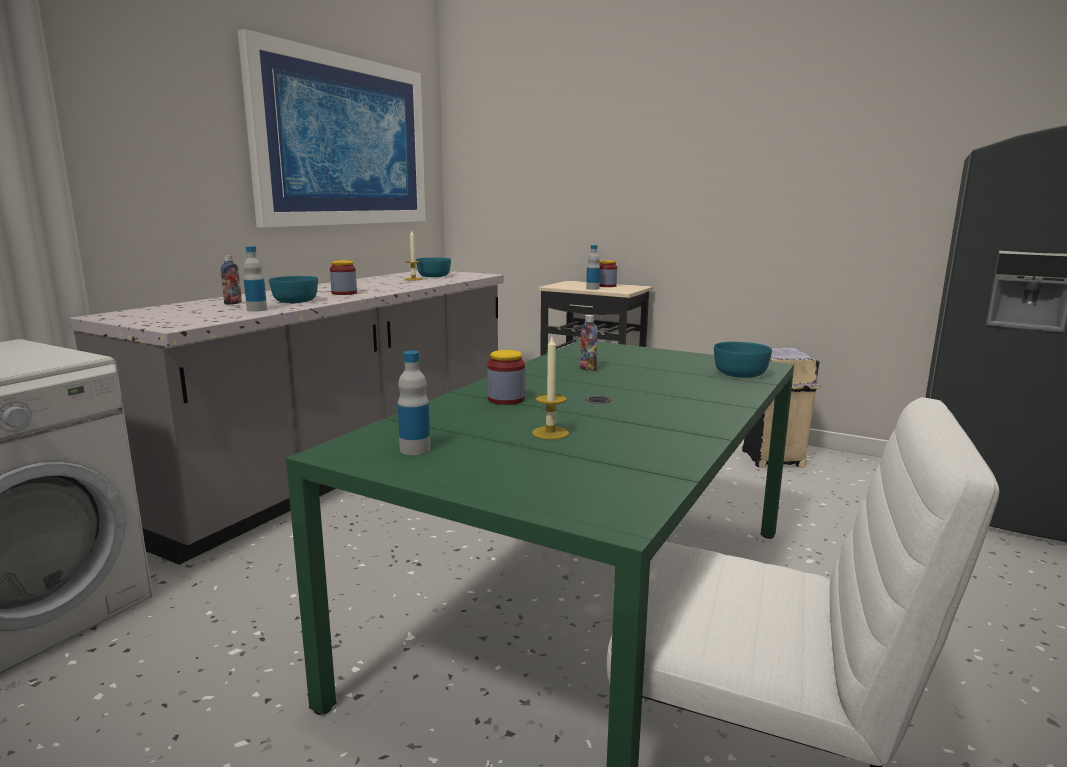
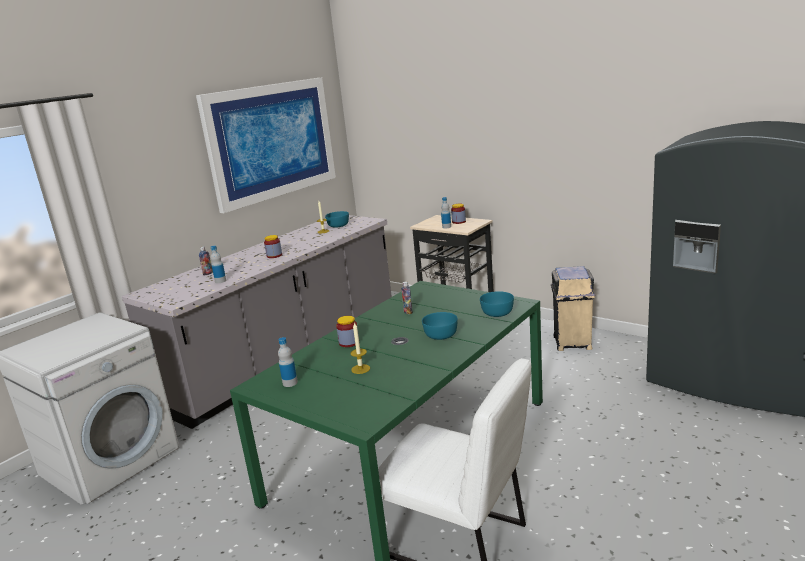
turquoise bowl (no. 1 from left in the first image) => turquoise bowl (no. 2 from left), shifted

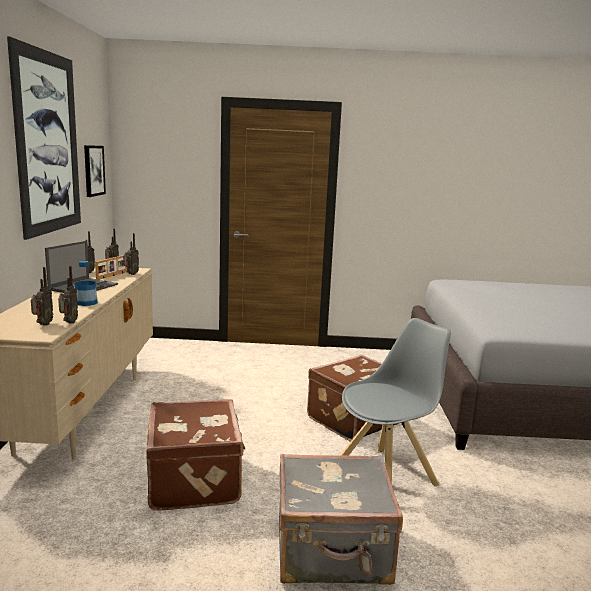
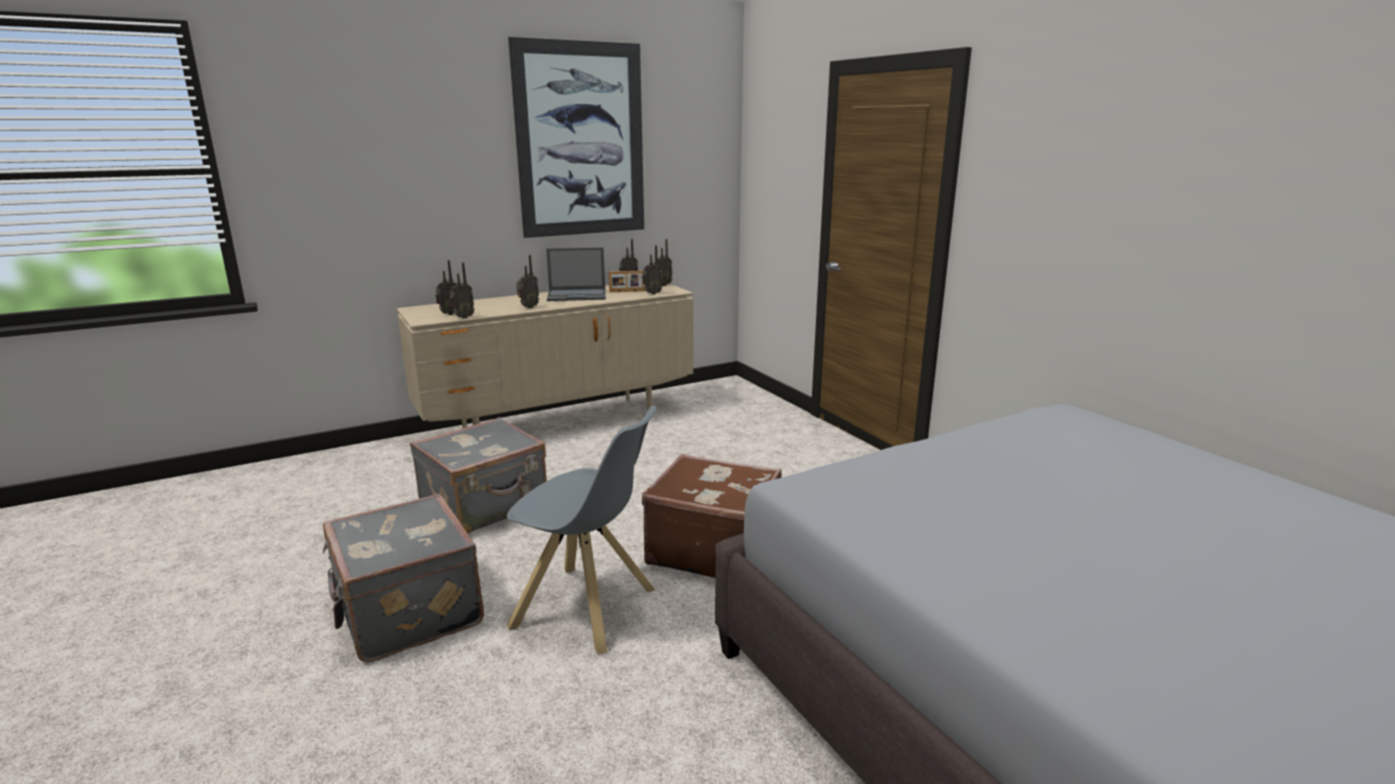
brown suitcase (no. 1 from left) => grey suitcase (no. 2 from left)
bottle => radio (no. 3 from left)
picture (no. 2 from left) => nothing

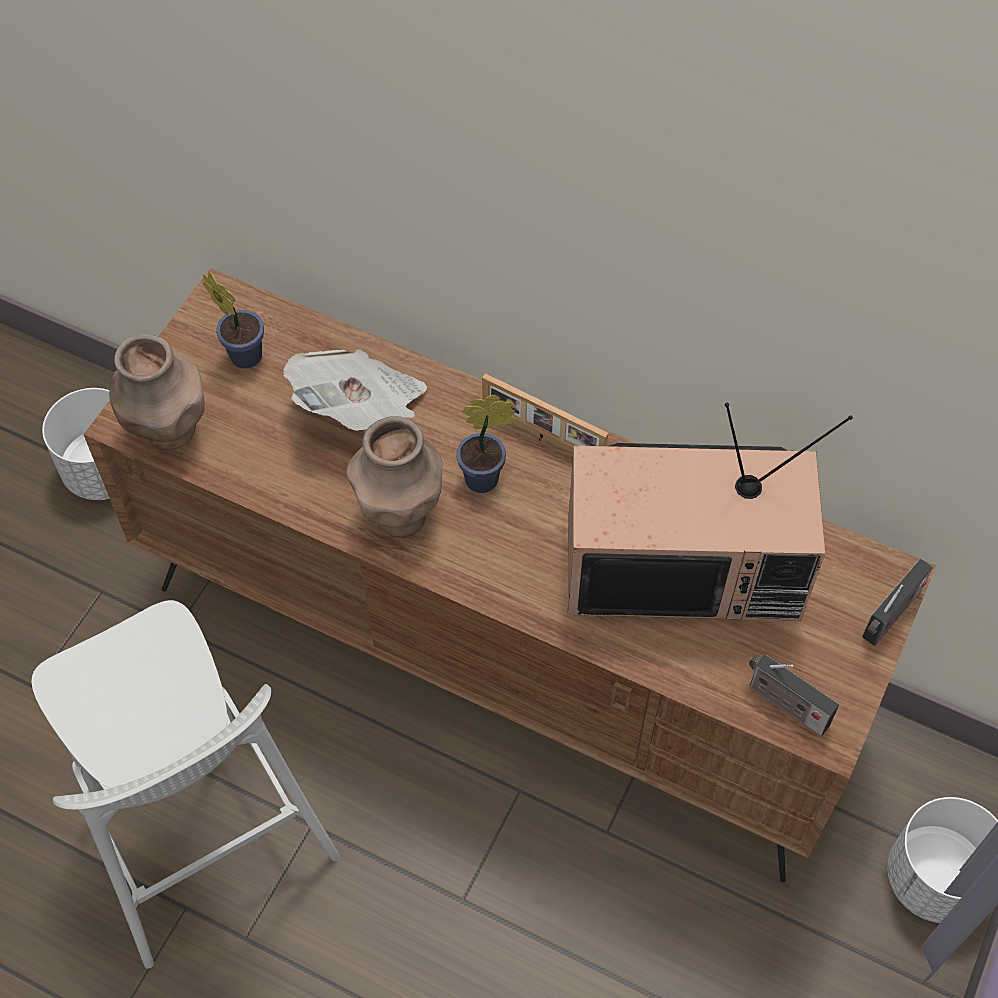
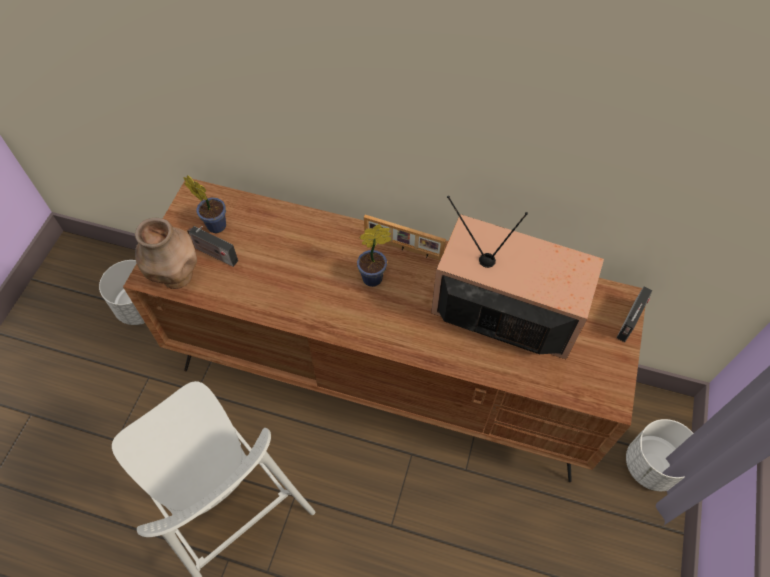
radio (no. 1 from left), shifted
television, 150 degrees counterclockwise
newspaper => nothing
brown vase (no. 2 from left) => nothing

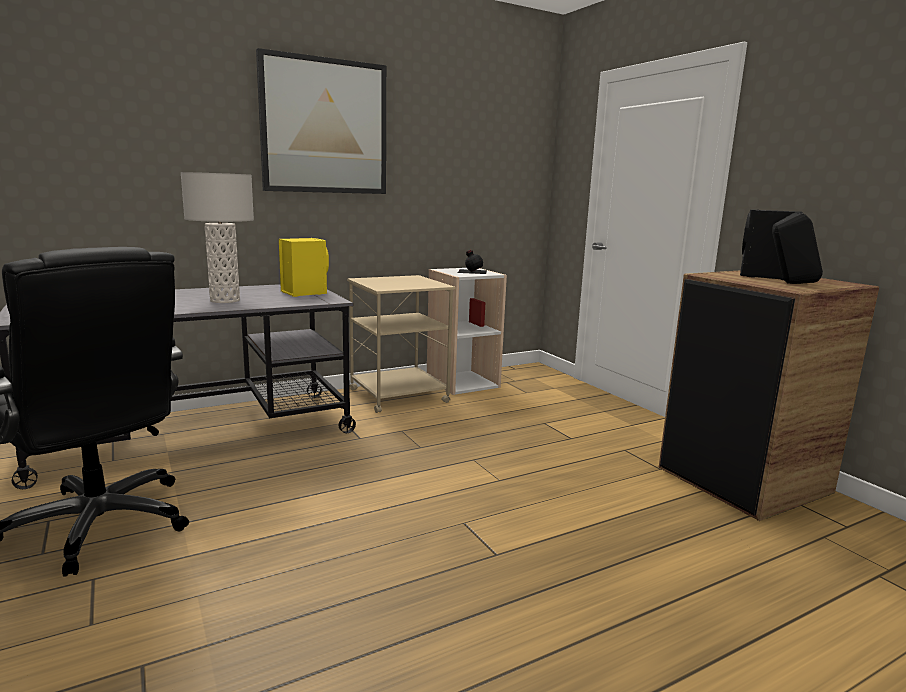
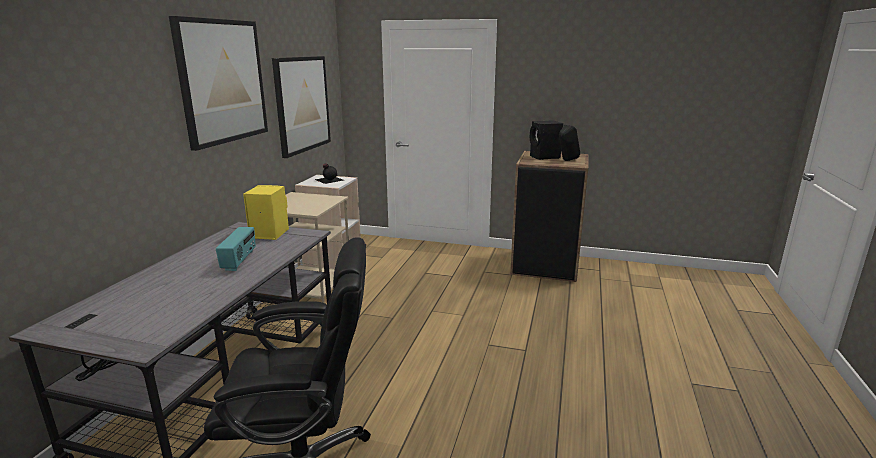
white table lamp => radio
nothing => picture (no. 2 from left)

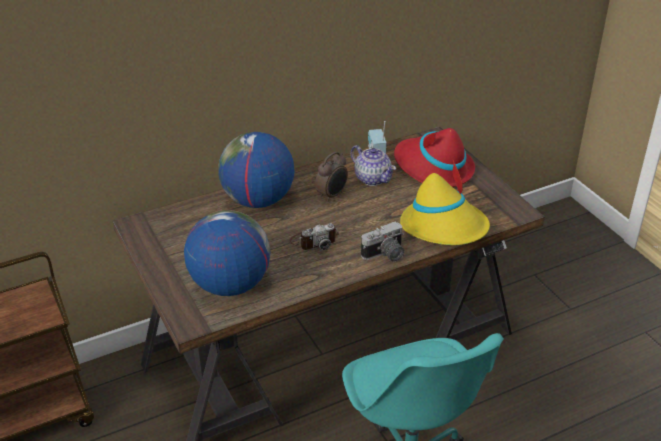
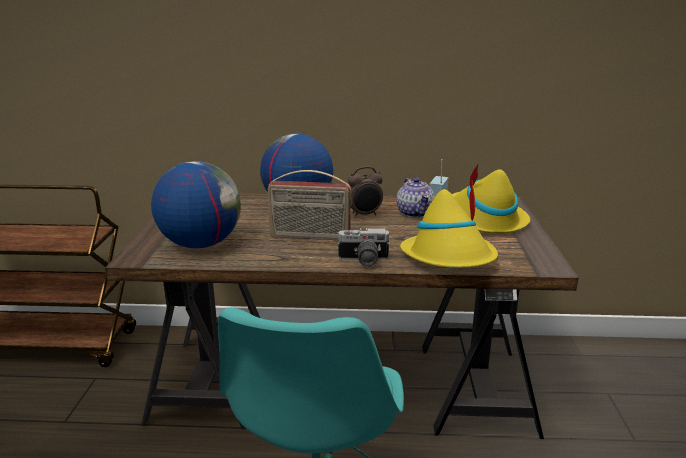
photo camera (no. 1 from left) => radio (no. 1 from left)
red hat => yellow hat (no. 2 from left)

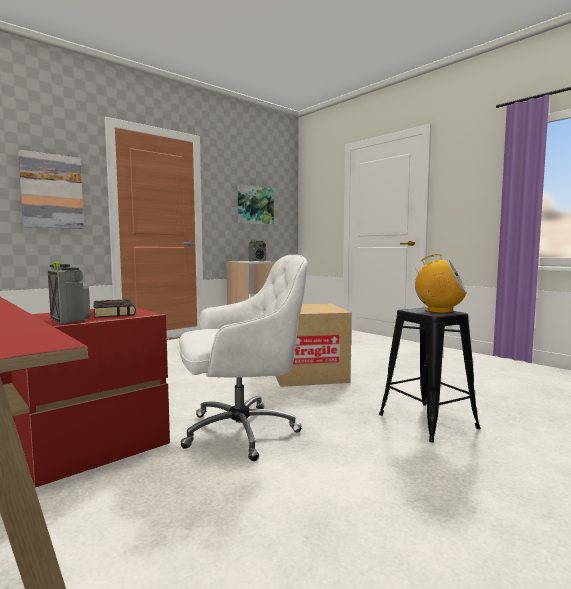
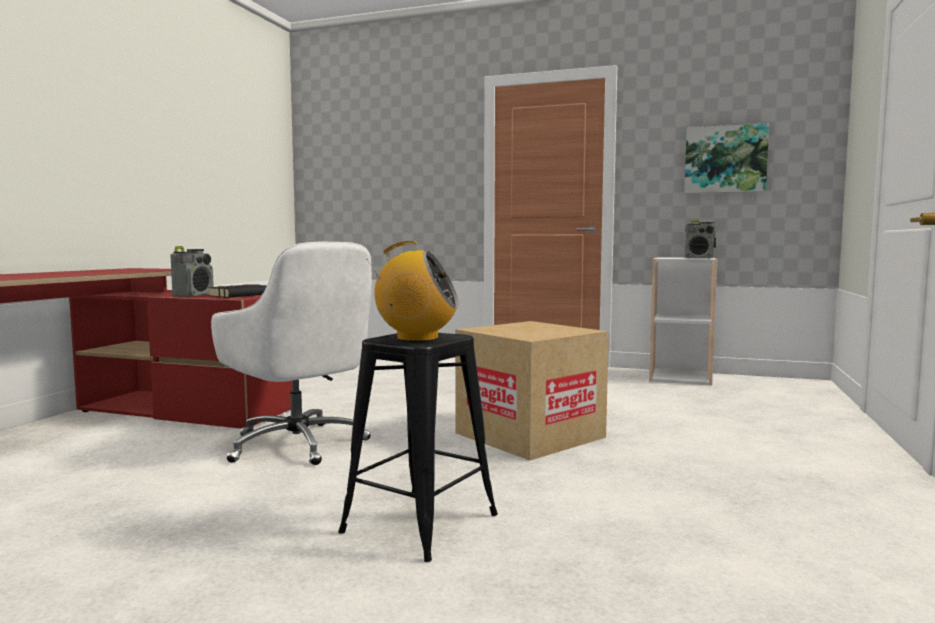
radio (no. 3 from left in the first image) => radio (no. 2 from left), 75 degrees counterclockwise
picture (no. 1 from left) => nothing

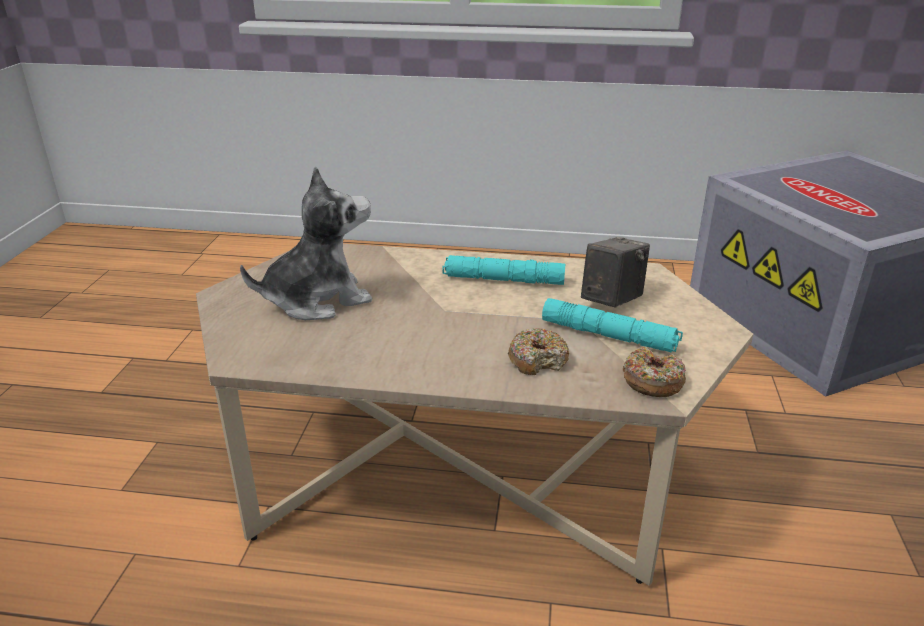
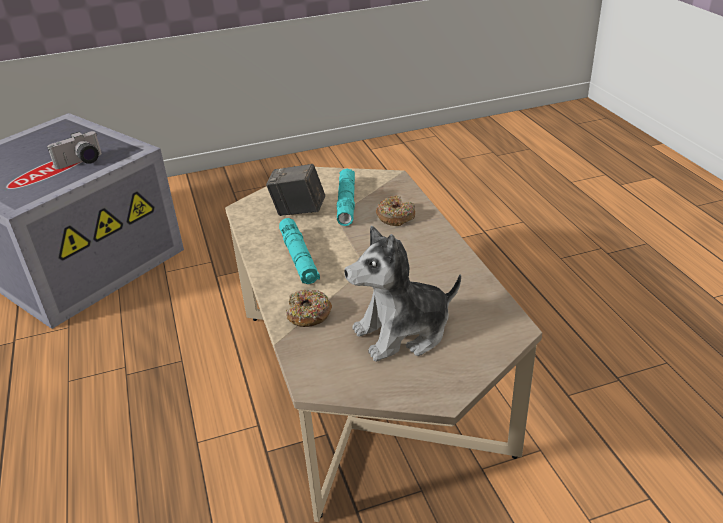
nothing => photo camera (no. 1 from left)
donut (no. 2 from left in the first image) => donut (no. 1 from left), shifted
plush toy, 60 degrees counterclockwise

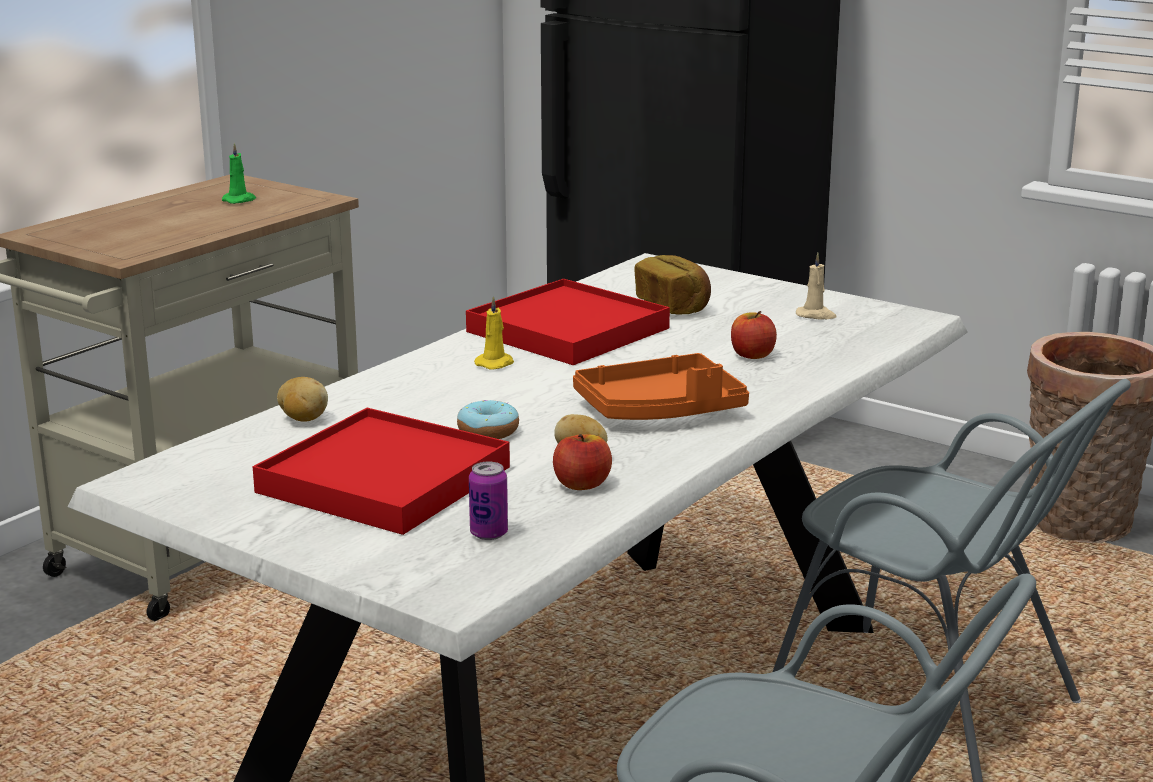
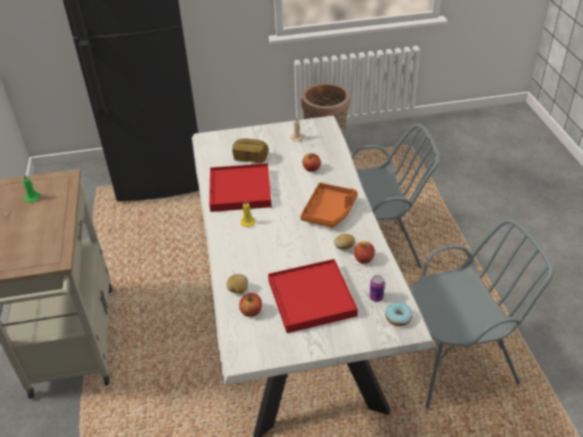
nothing => apple (no. 1 from left)
donut, shifted

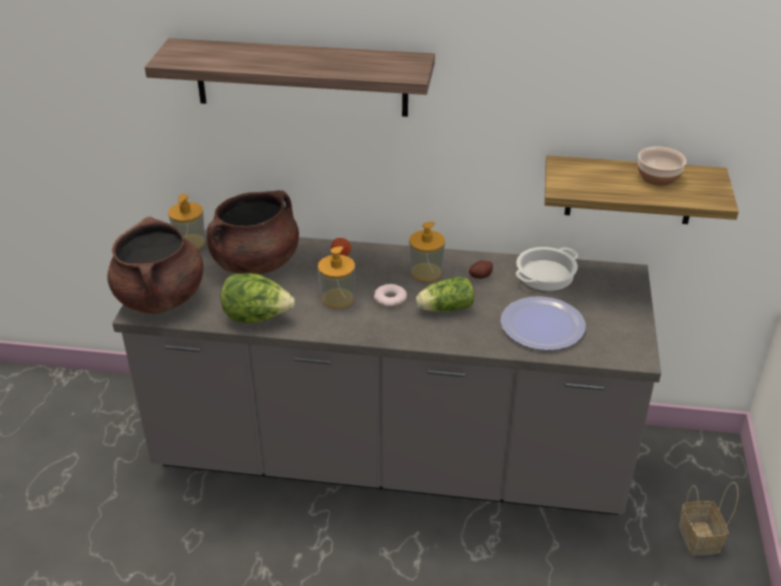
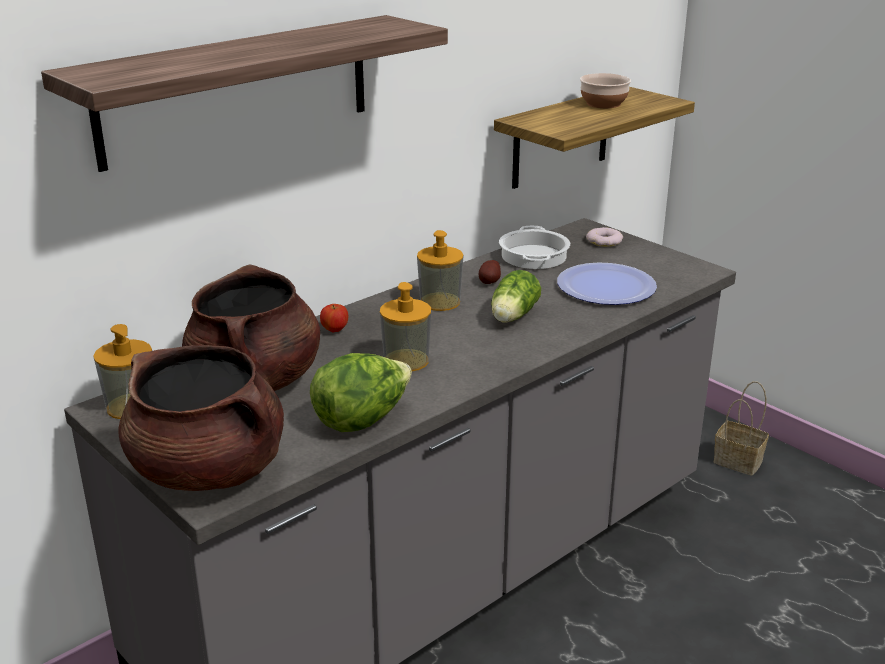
donut, shifted

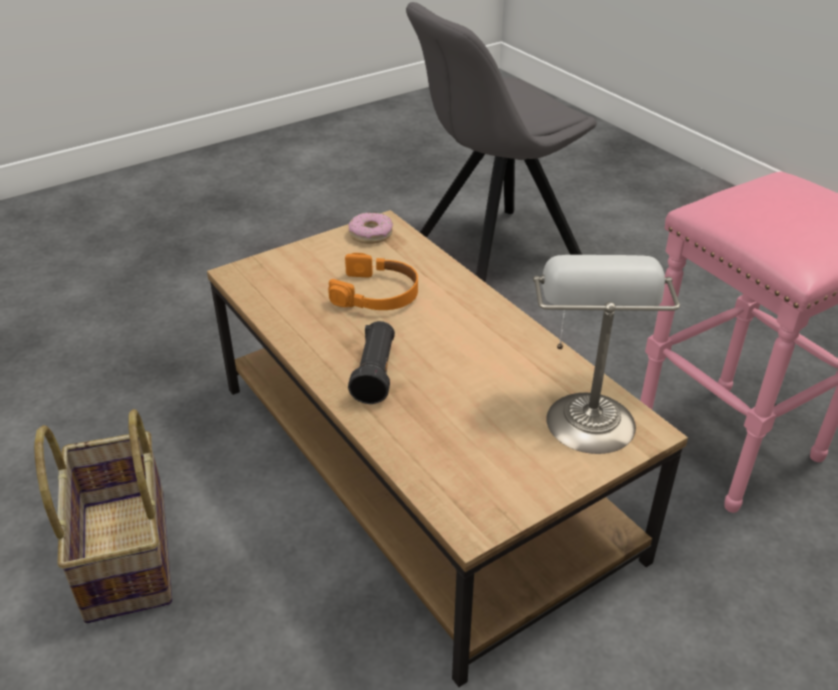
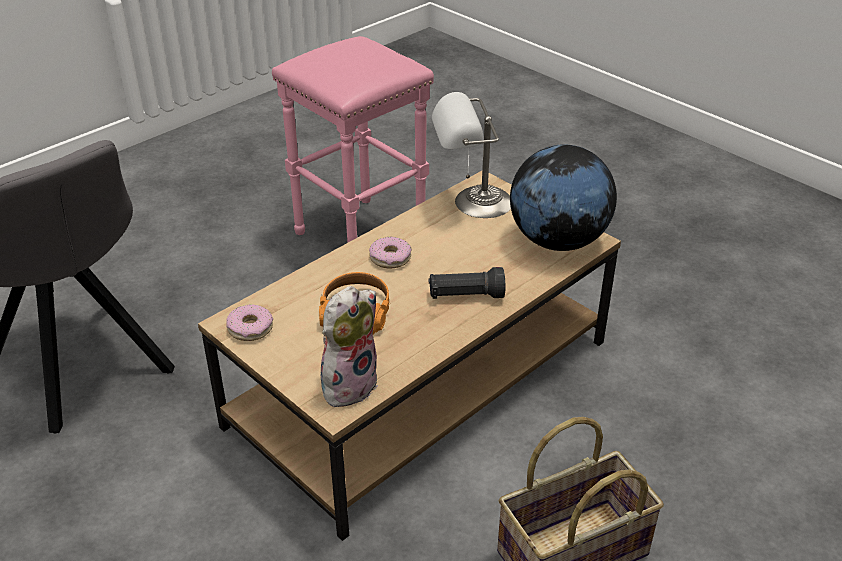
nothing => plush toy
nothing => donut (no. 2 from left)
nothing => globe

